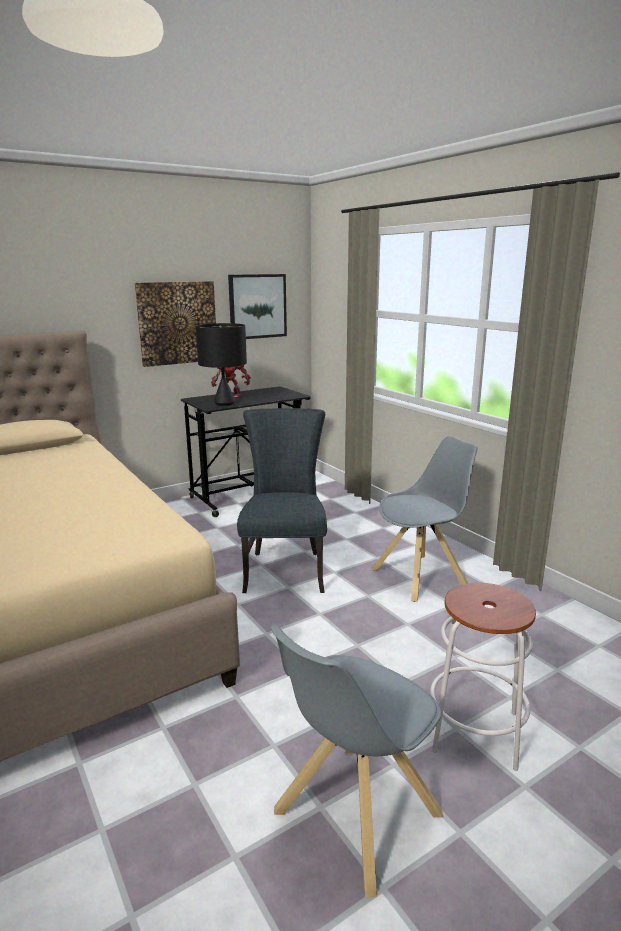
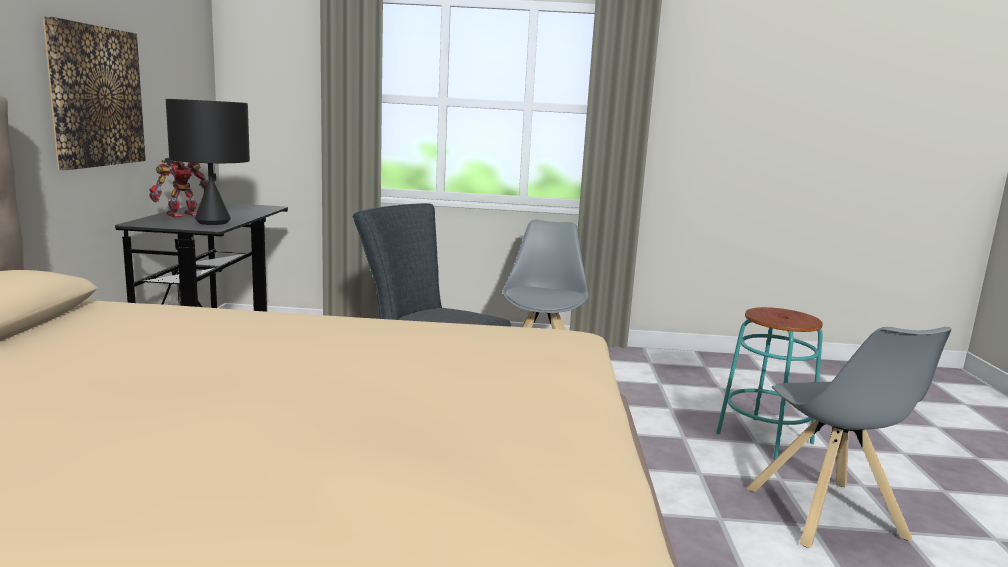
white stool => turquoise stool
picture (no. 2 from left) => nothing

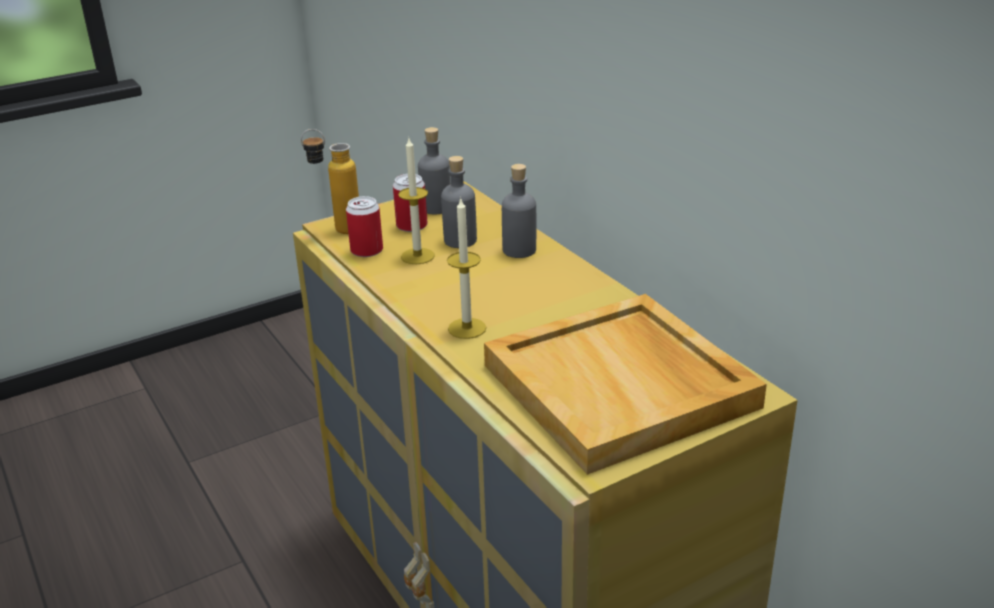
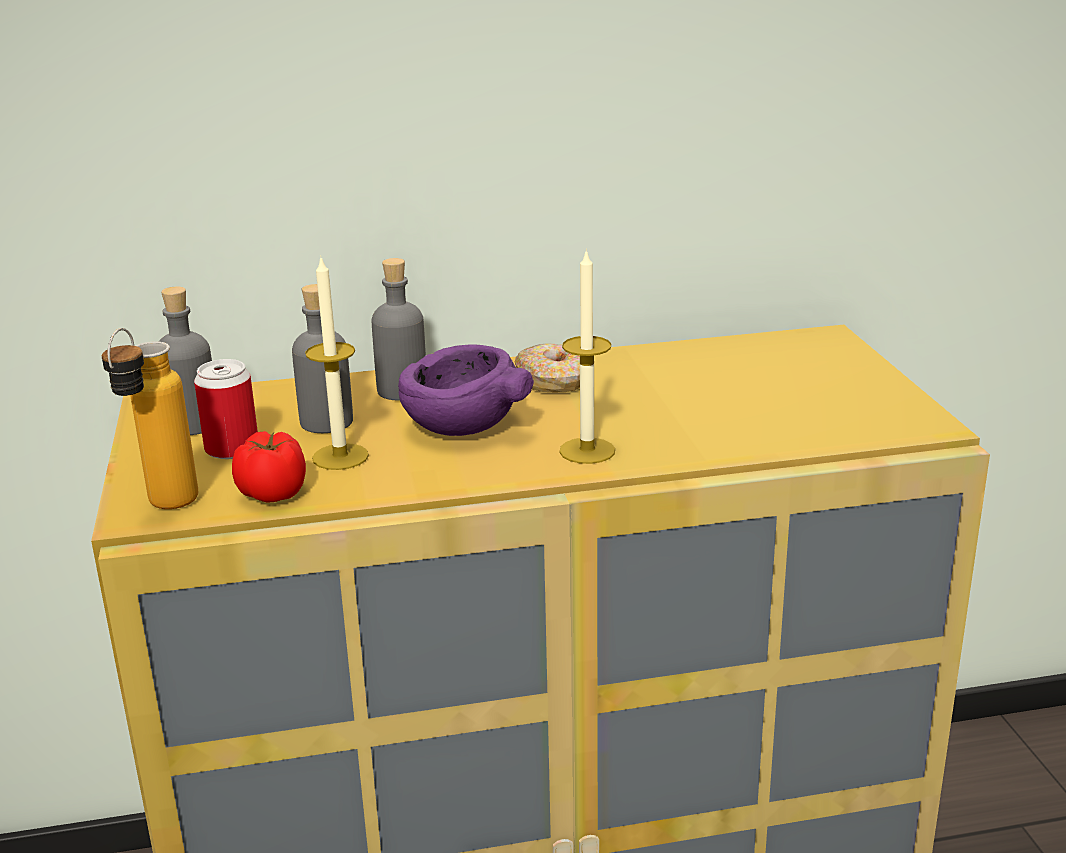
can (no. 1 from left) => tomato
nothing => purple bowl
nothing => donut
beige tray => nothing

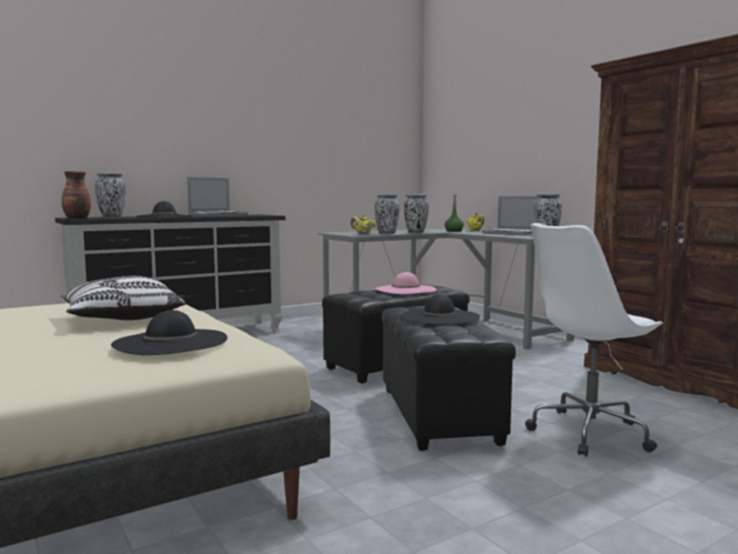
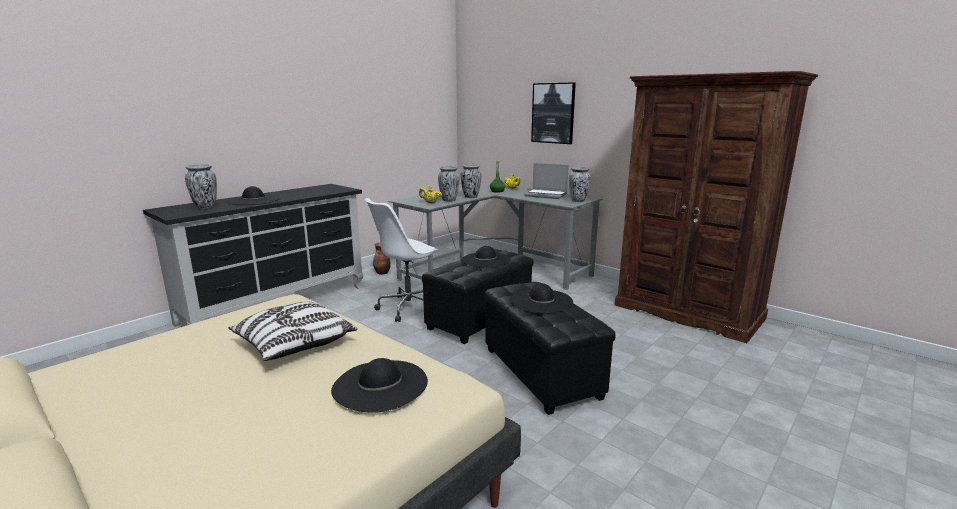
white office chair, shifted
vase (no. 1 from left in the first image) => vase (no. 2 from left), shifted
pink hat => black hat (no. 3 from left)
nothing => picture
laptop (no. 1 from left) => nothing

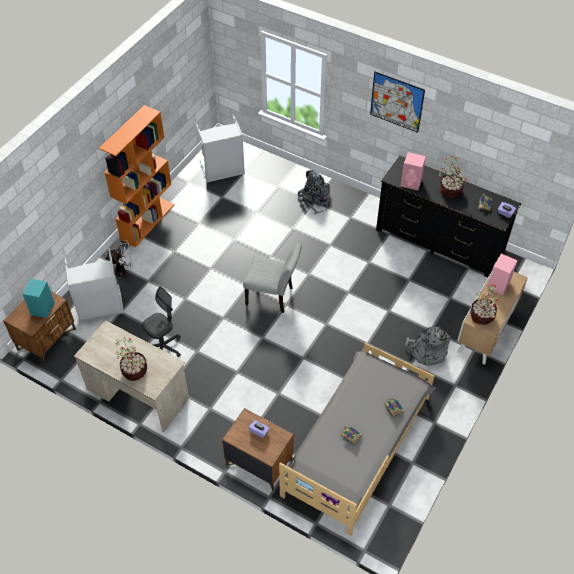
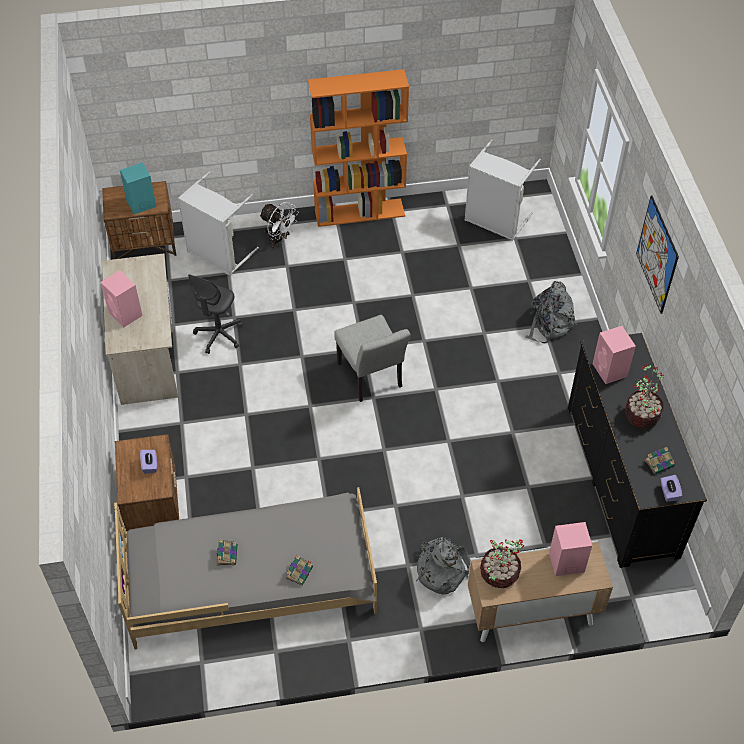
potted plant (no. 1 from left) => pink speaker (no. 1 from left)
grey office chair, 105 degrees clockwise

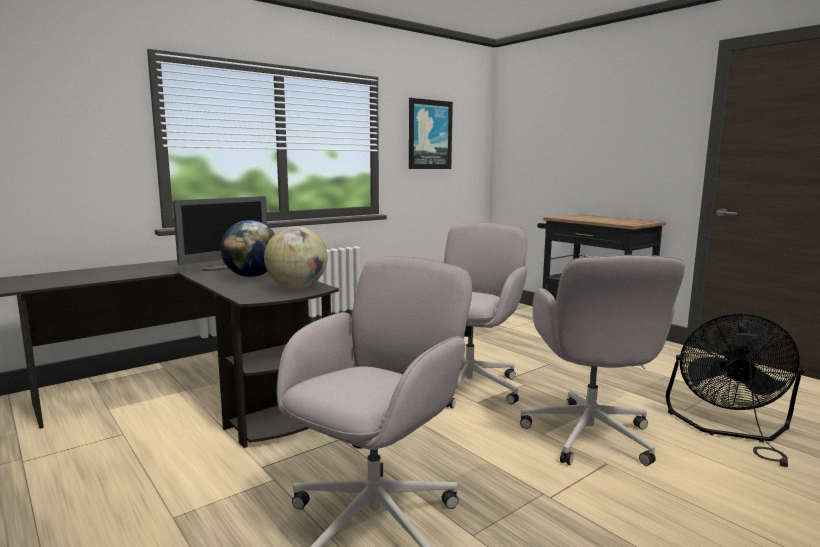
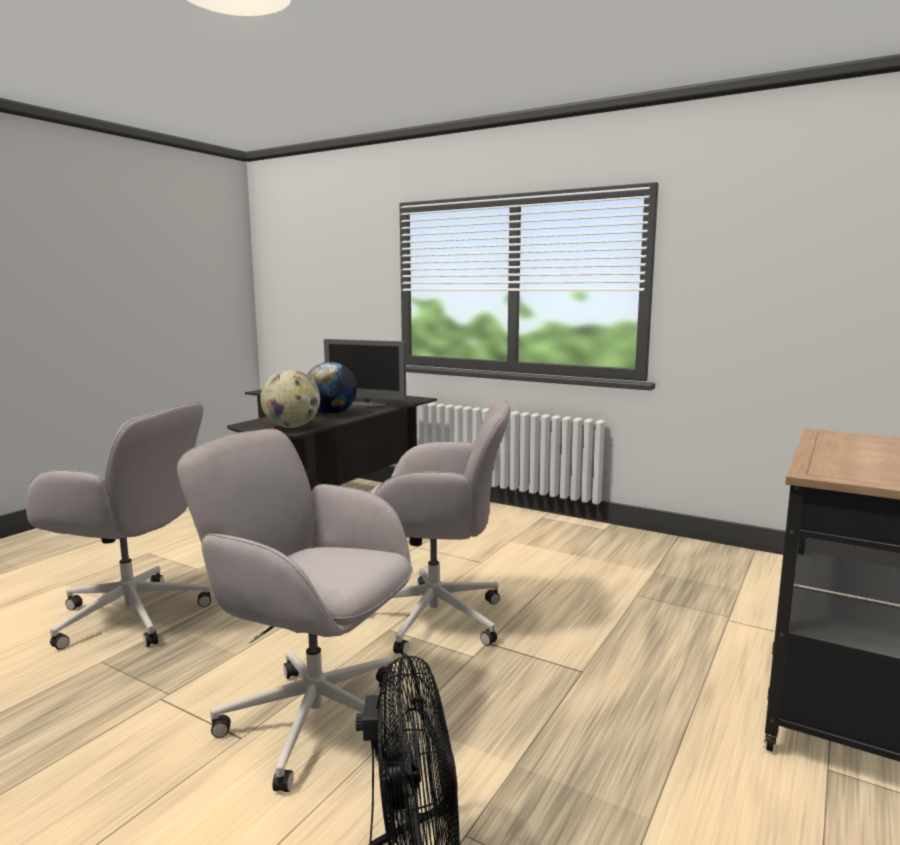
grey office chair (no. 3 from left in the first image) => grey office chair (no. 2 from left), 45 degrees clockwise
picture => nothing

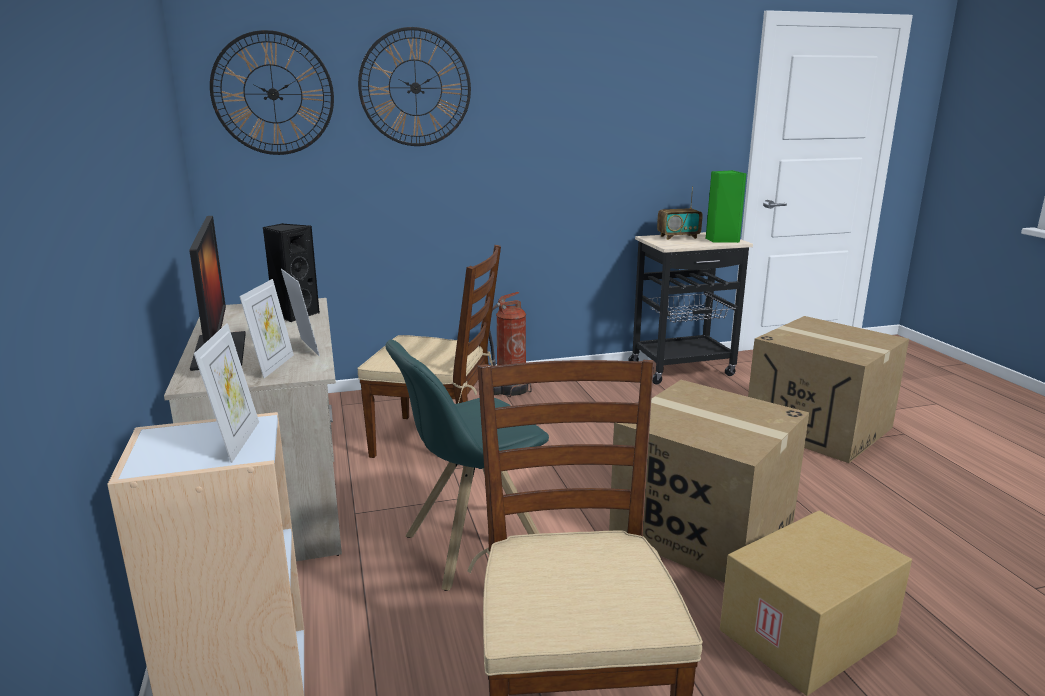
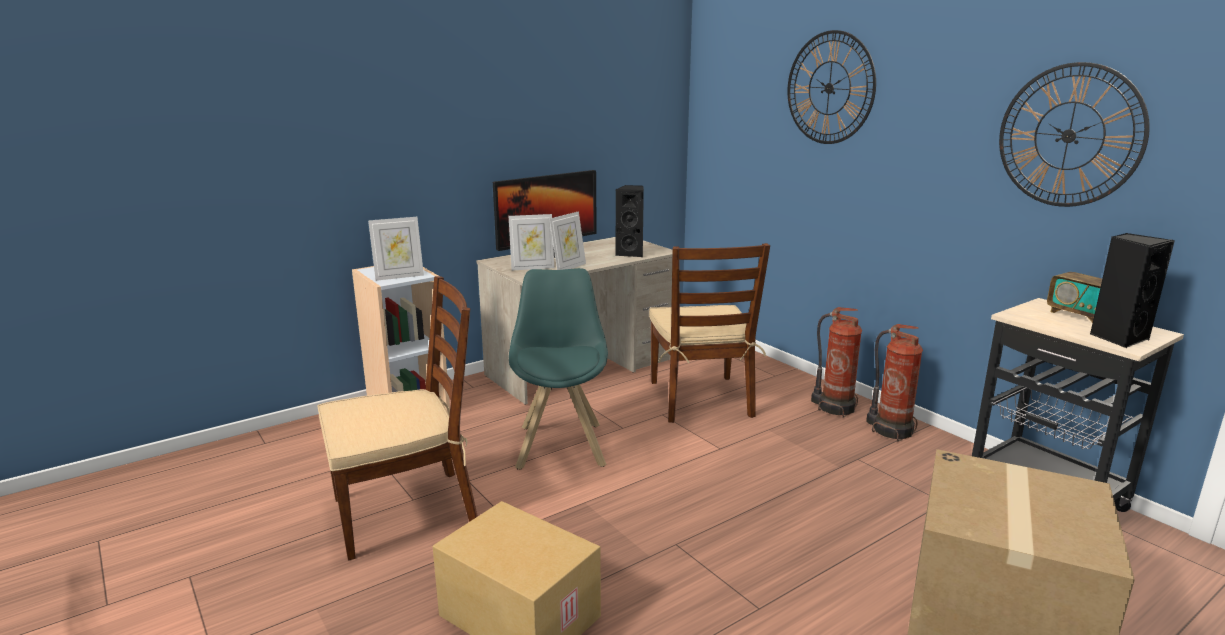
turquoise chair, 45 degrees clockwise
nothing => fire extinguisher (no. 2 from left)
wall clock (no. 1 from left in the first image) => wall clock (no. 2 from left), shifted
green speaker => black speaker (no. 2 from left)
cardboard box (no. 1 from left) => nothing

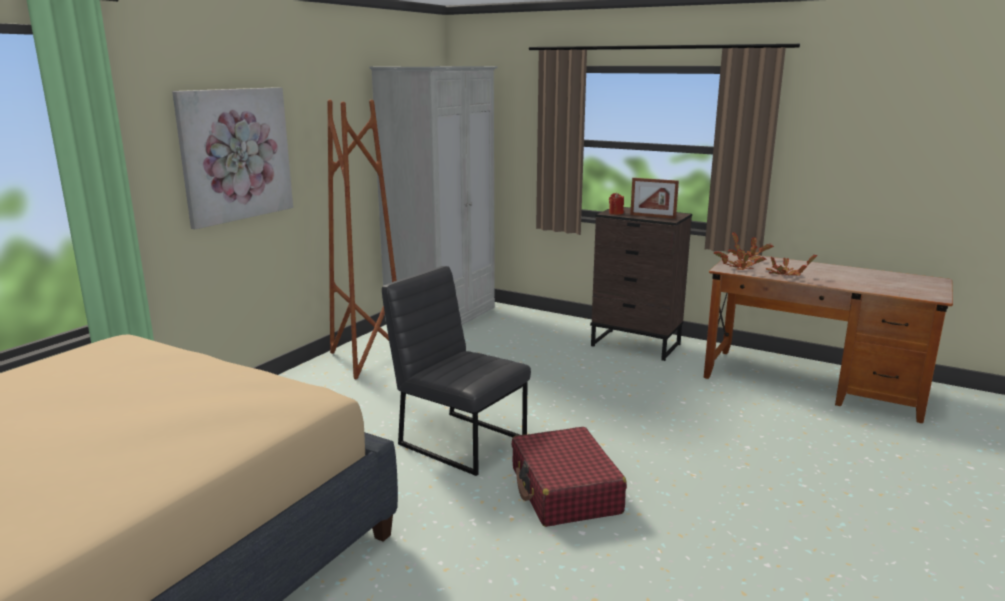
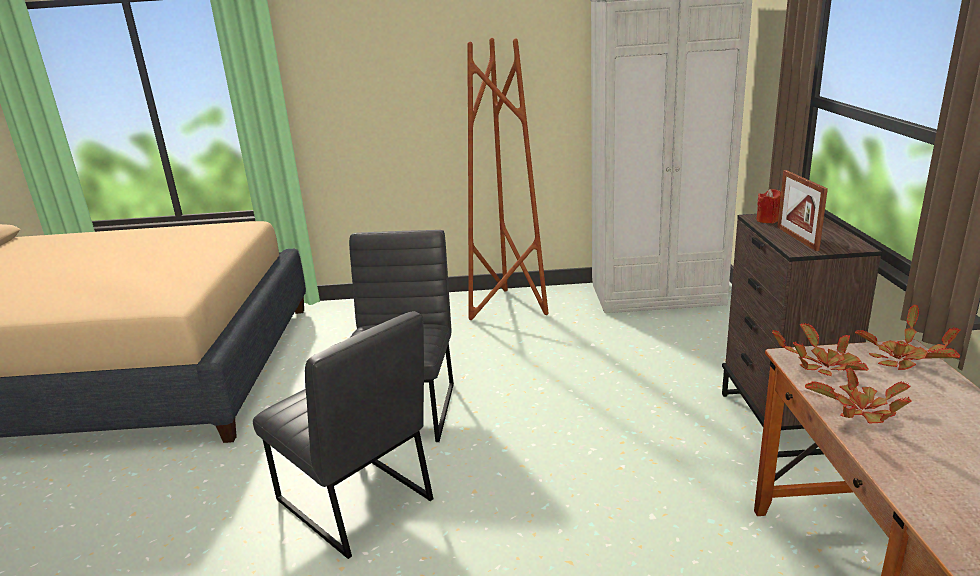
red suitcase => grey chair (no. 1 from left)
picture => nothing

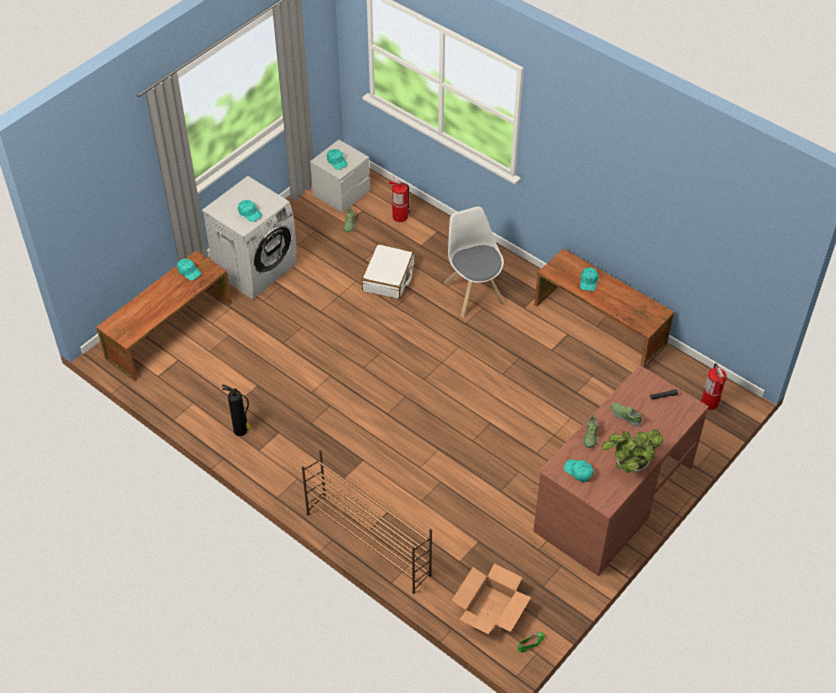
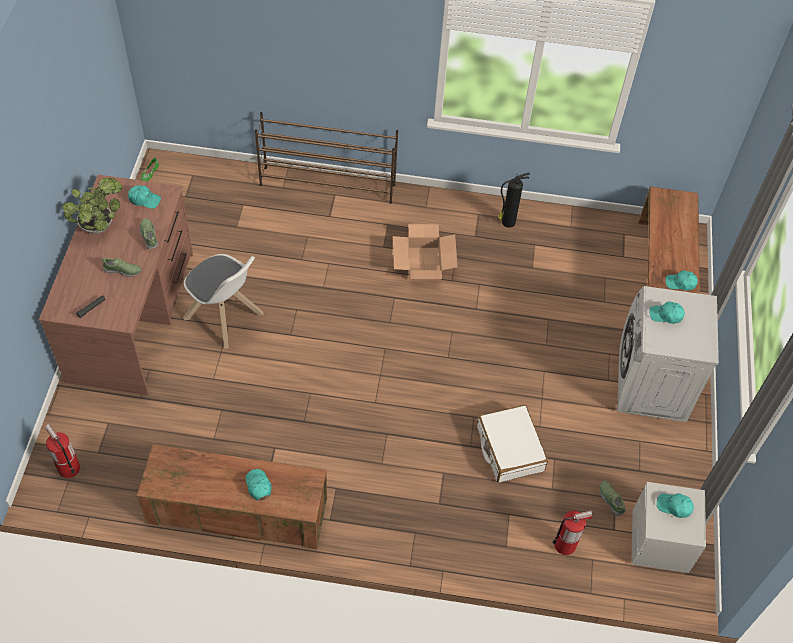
chair, shifted
cardboard box, shifted

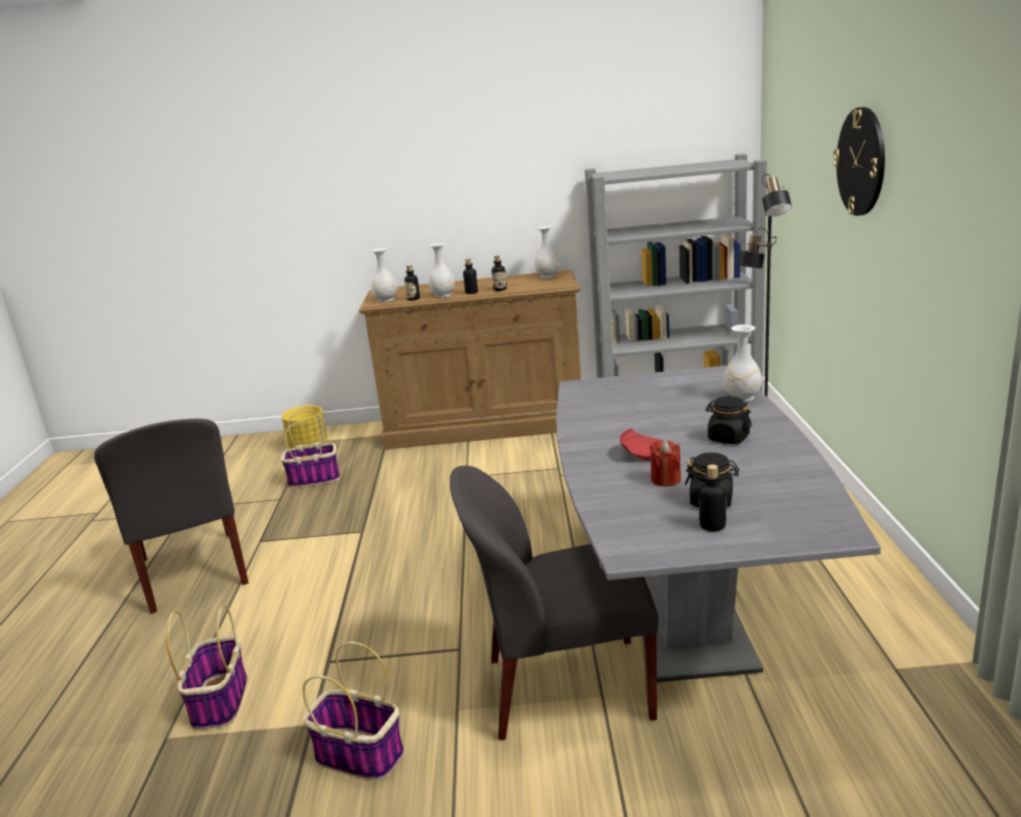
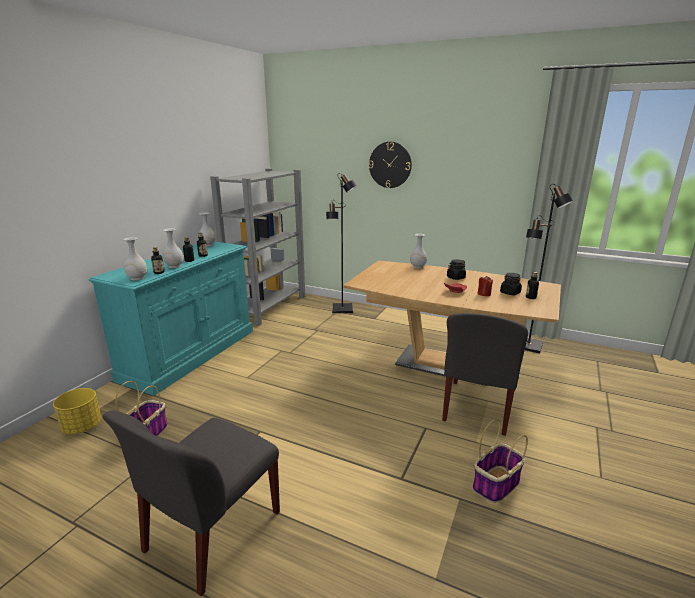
brown cabinet => turquoise cabinet
grey chair (no. 1 from left), 120 degrees clockwise
grey dining table => brown dining table
nothing => black floor lamp (no. 2 from left)
basket (no. 1 from left) => nothing

